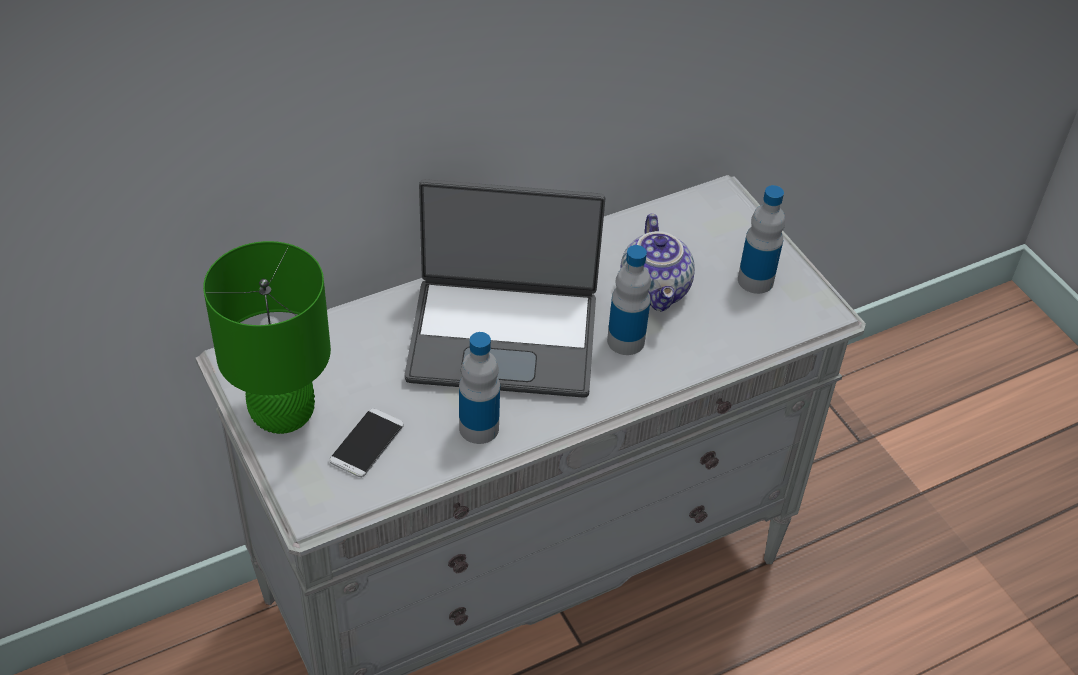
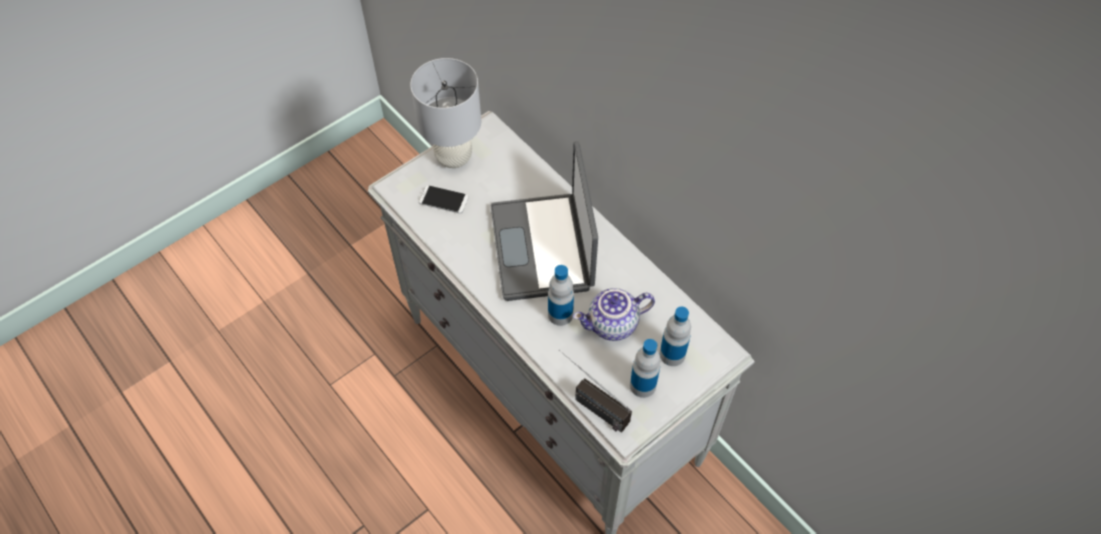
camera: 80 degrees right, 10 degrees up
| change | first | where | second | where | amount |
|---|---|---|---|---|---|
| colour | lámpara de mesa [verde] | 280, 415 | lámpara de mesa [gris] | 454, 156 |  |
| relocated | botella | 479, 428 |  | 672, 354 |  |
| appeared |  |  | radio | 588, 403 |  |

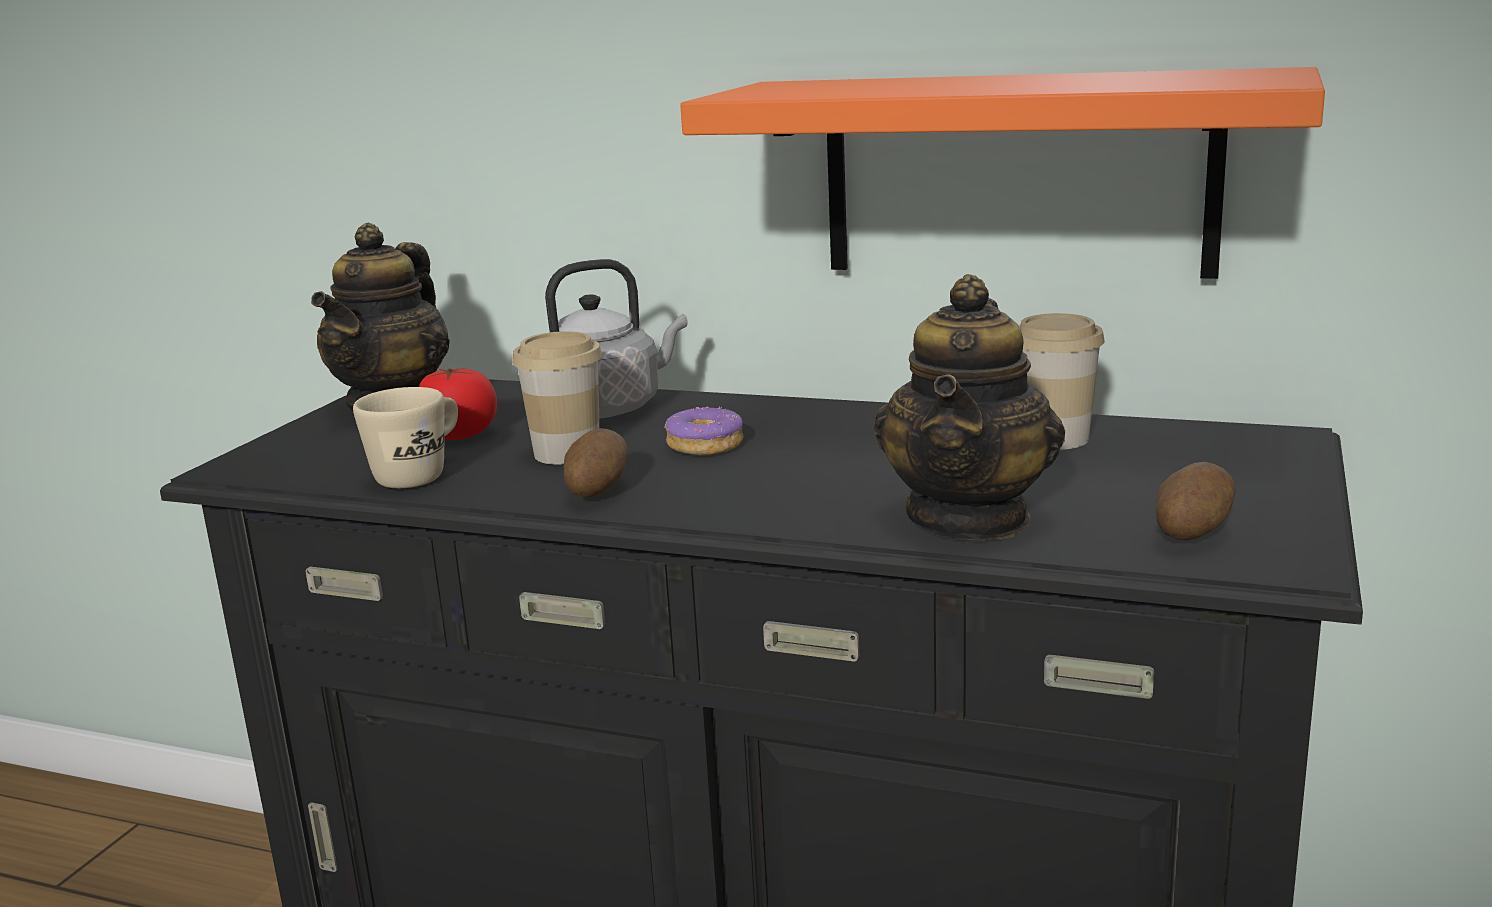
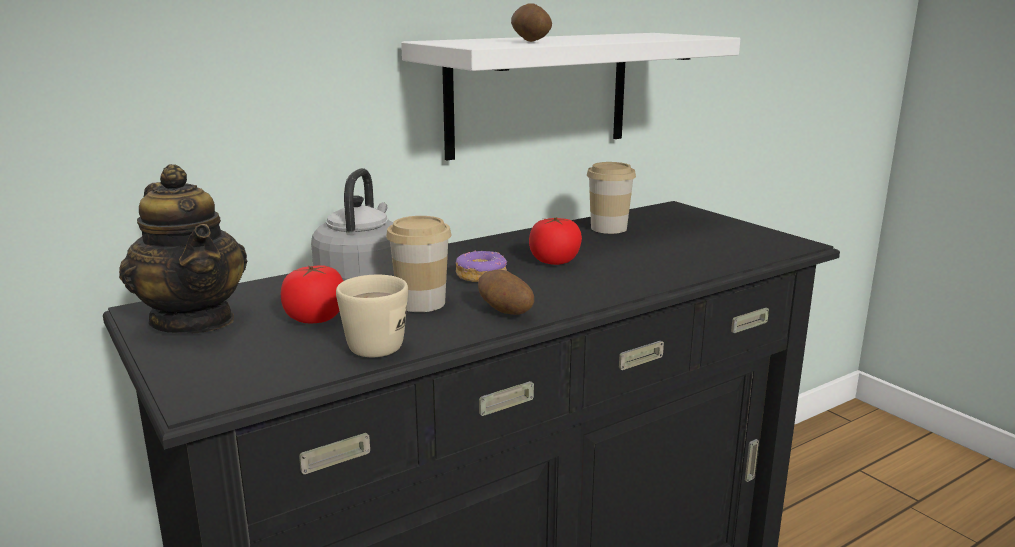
camera: 55 degrees left, 0 degrees up
| change | first | where | second | where | amount |
|---|---|---|---|---|---|
| colour | estante [naranja] | 1017, 175 | estante [blanco] | 539, 93 |  |
| missing | tetera | 969, 518 |  |  |  |
| relocated | patata | 1190, 534 |  | 530, 41 |  |
| appeared |  |  | tomate | 554, 261 |  |

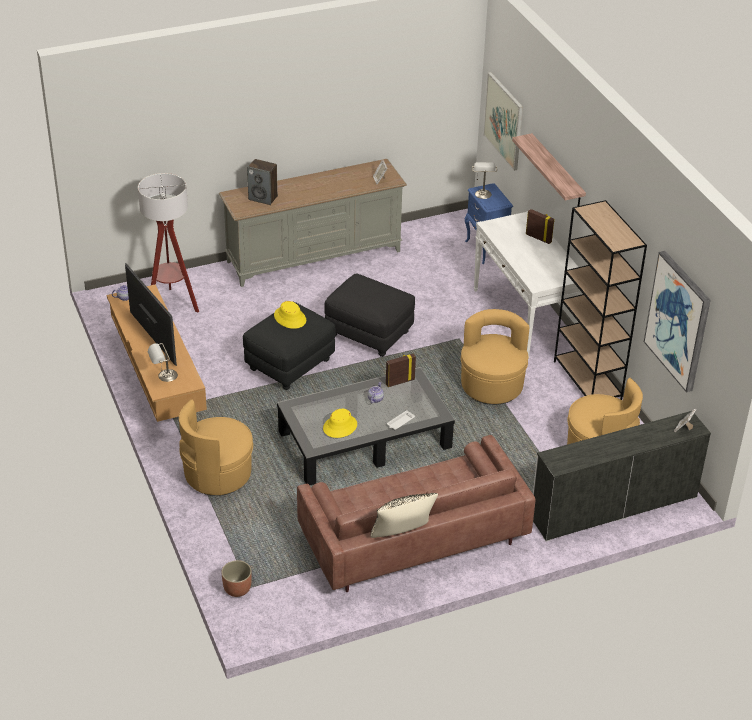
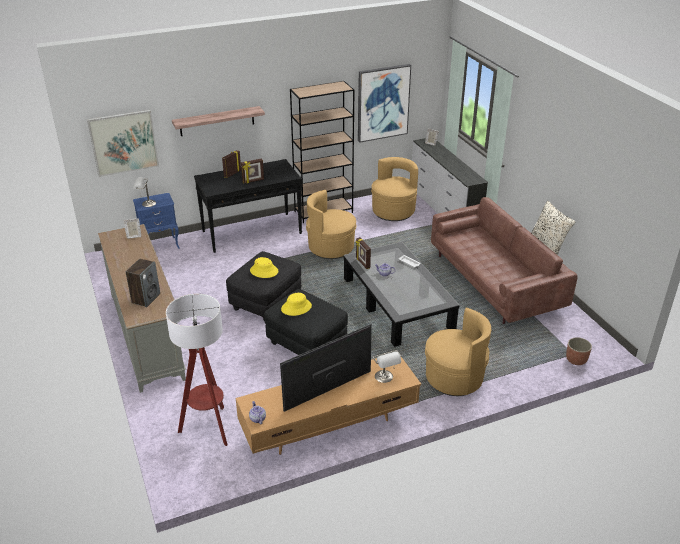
camera: 90 degrees left, 5 degrees down
| change | first | where | second | where | amount |
|---|---|---|---|---|---|
| colour | mesa consola [blanco] | 525, 318 | mesa consola [negro] | 252, 232 |  |
| spun | sillón [beis] | 218, 474 |  | 453, 378 | 60 degrees counterclockwise |
| relocated | sombrero [amarillo] | 340, 426 |  | 264, 271 |  |
| appeared |  |  | portarretratos | 253, 181 |  |

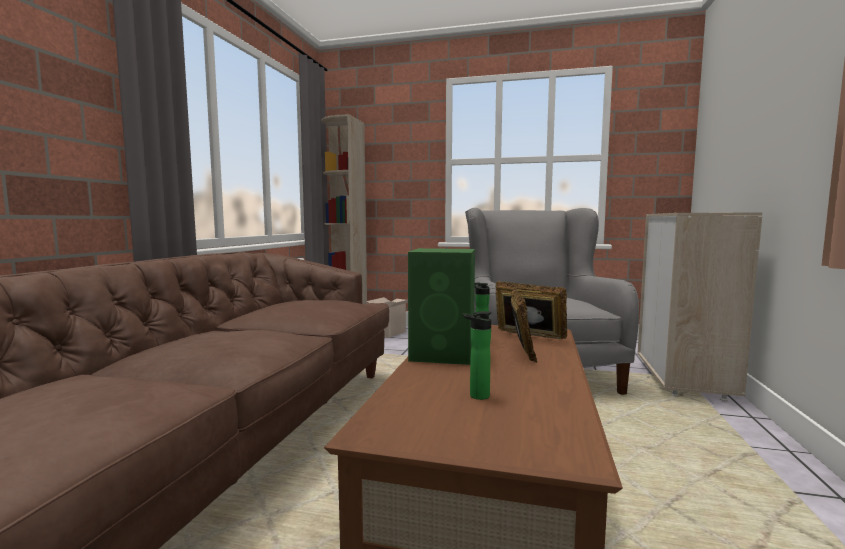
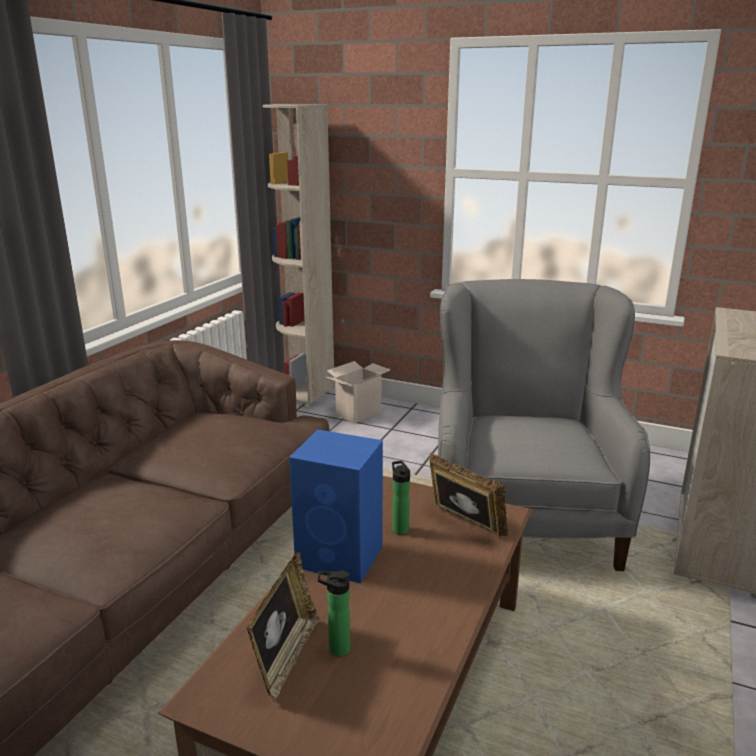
camera: 10 degrees right, 15 degrees up
| change | first | where | second | where | amount |
|---|---|---|---|---|---|
| colour | altavoz [verde] | 444, 354 | altavoz [azul] | 341, 557 |  |
| relocated | portarretratos | 521, 352 |  | 286, 657 |  |

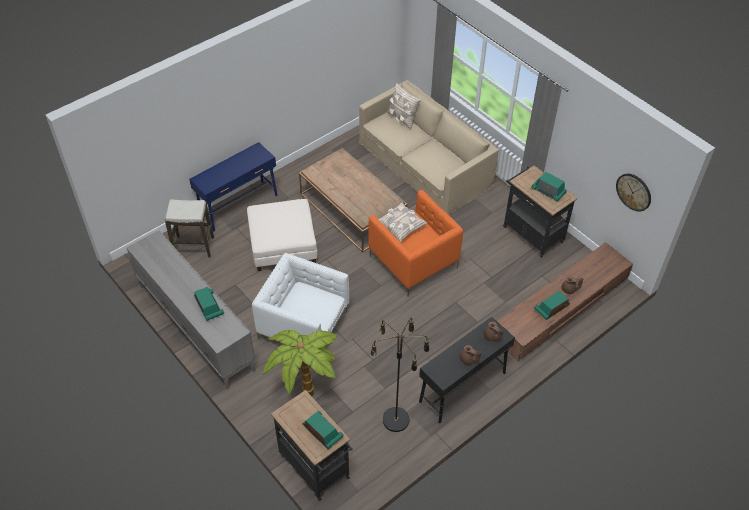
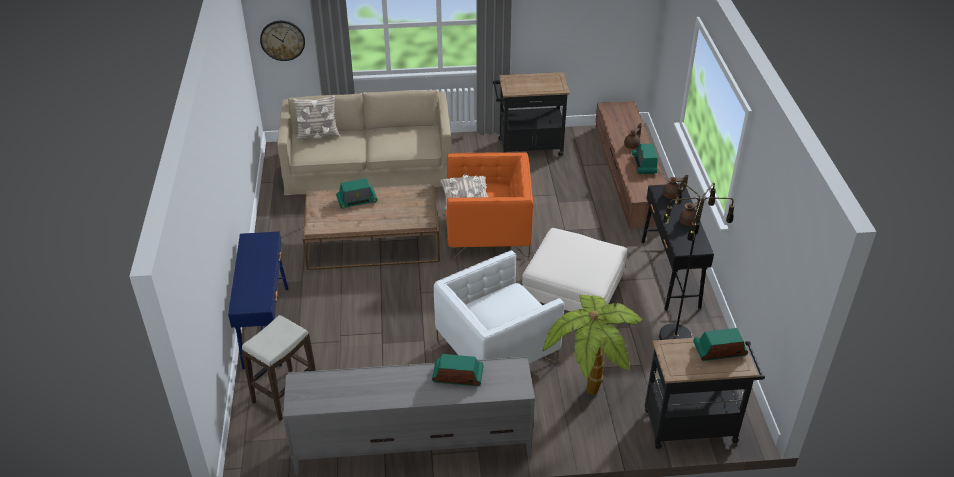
camera: 55 degrees left, 10 degrees down
| change | first | where | second | where | amount |
|---|---|---|---|---|---|
| relocated | radio | 548, 191 |  | 357, 200 |  |
| relocated | reloj de pared | 634, 192 |  | 282, 40 |  |
| relocated | puf [blanco] | 283, 245 |  | 573, 292 |  |

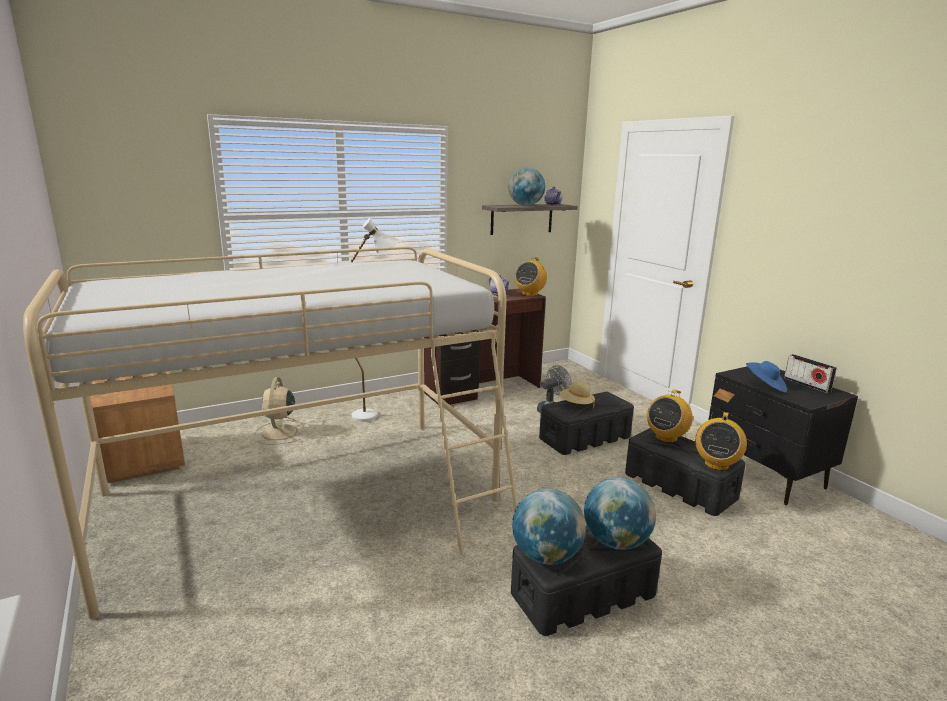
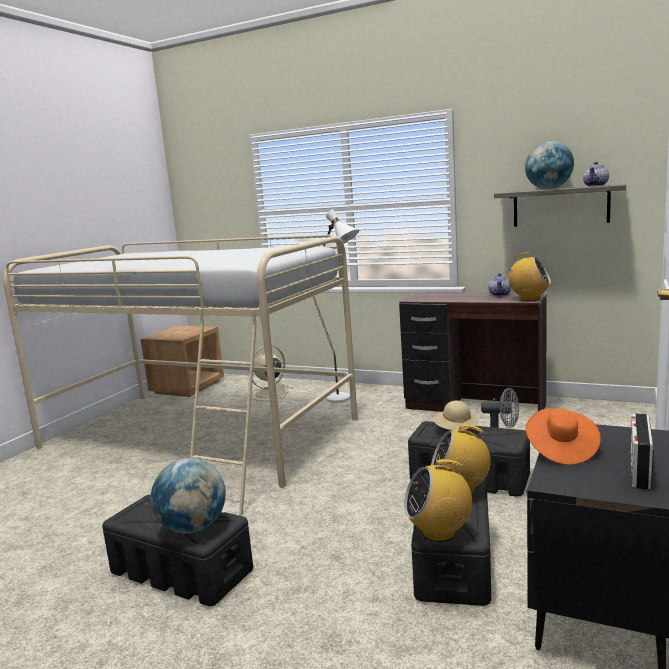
camera: 55 degrees right, 5 degrees down
| change | first | where | second | where | amount |
|---|---|---|---|---|---|
| spun | radio | 530, 294 |  | 529, 299 | 150 degrees counterclockwise |
| colour | sombrero [azul] | 765, 386 | sombrero [naranja] | 561, 450 |  |
| missing | globo terráqueo | 546, 556 |  |  |  |

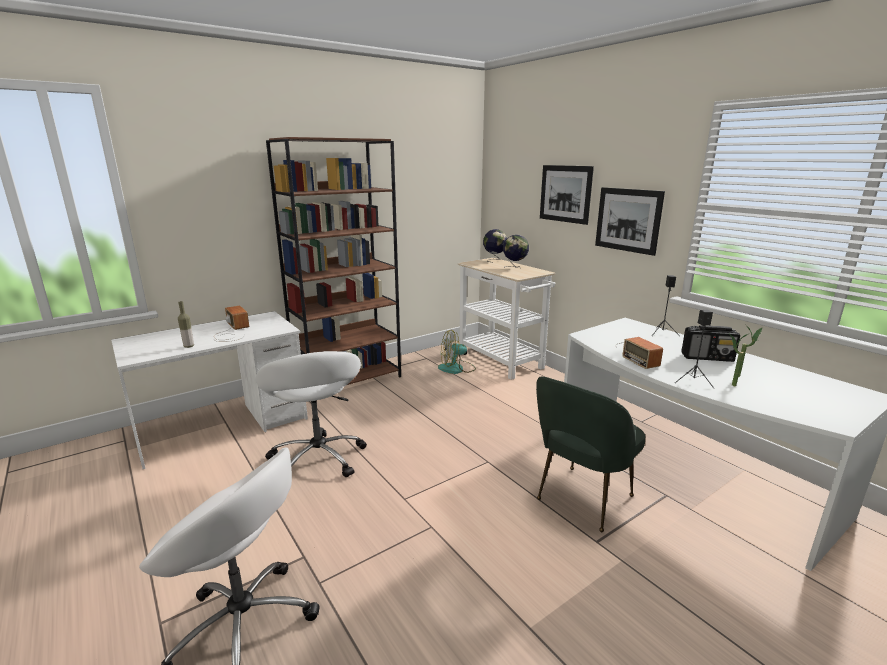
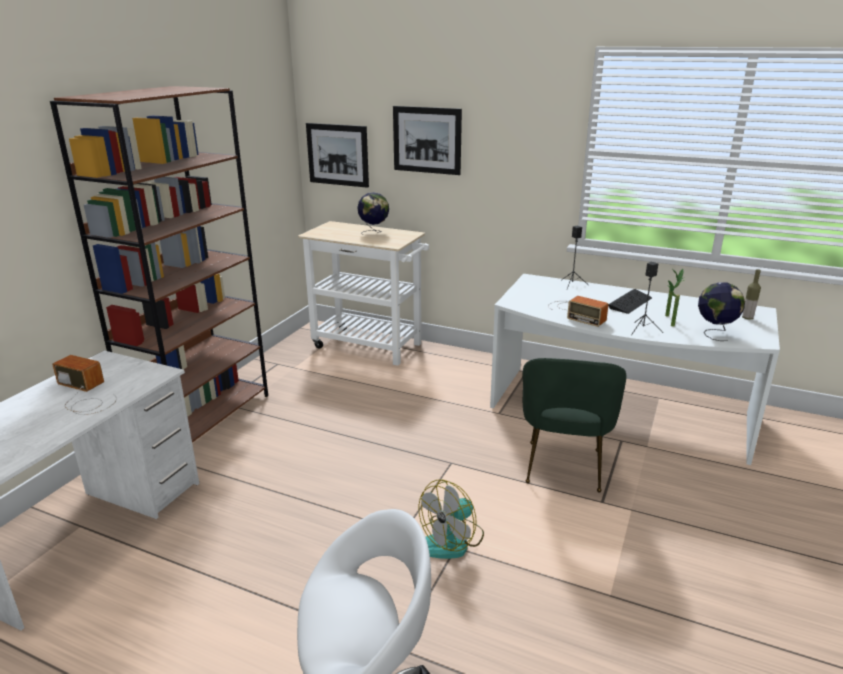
camera: 30 degrees left, 5 degrees up
| change | first | where | second | where | amount |
|---|---|---|---|---|---|
| relocated | cuadro | 628, 220 |  | 337, 155 |  |
| relocated | globo terráqueo | 494, 260 |  | 715, 333 |  |
| relocated | botella | 189, 346 |  | 747, 318 |  |
| exchanged | radio | 707, 357 | teclado | 630, 303 |  |
| relocated | ventilador | 457, 368 |  | 452, 541 |  |
| missing | silla de oficina [blanco] | 318, 460 |  |  |  |

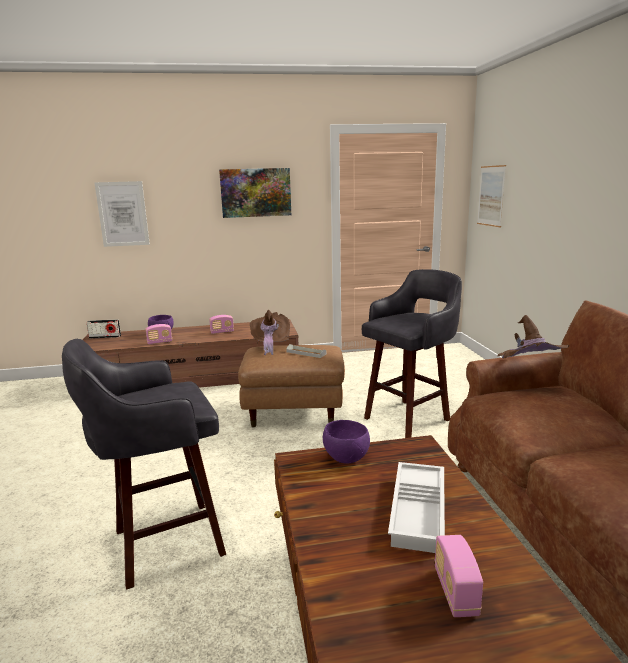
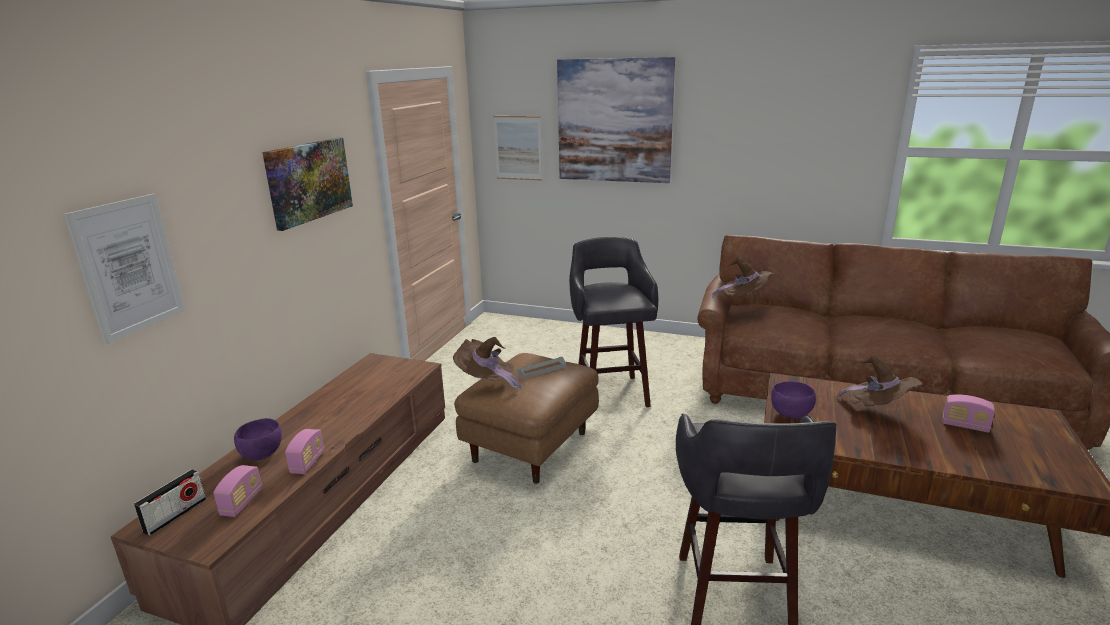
camera: 60 degrees left, 5 degrees up
| change | first | where | second | where | amount |
|---|---|---|---|---|---|
| relocated | radio | 222, 332 |  | 242, 503 |  |
| exchanged | bandeja [blanco] | 420, 511 | sombrero [marrón] | 878, 410 |  |
| appeared |  |  | cuadro | 614, 121 |  |

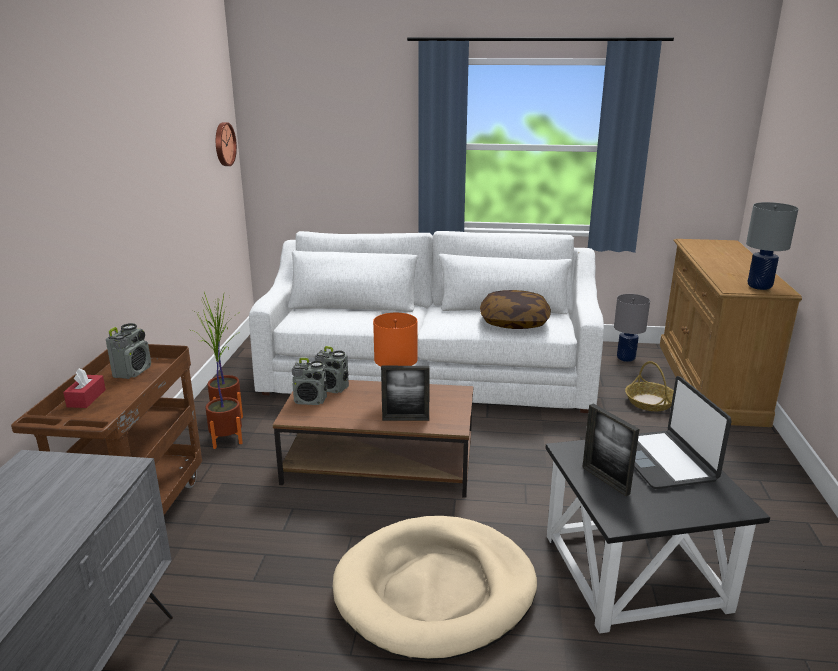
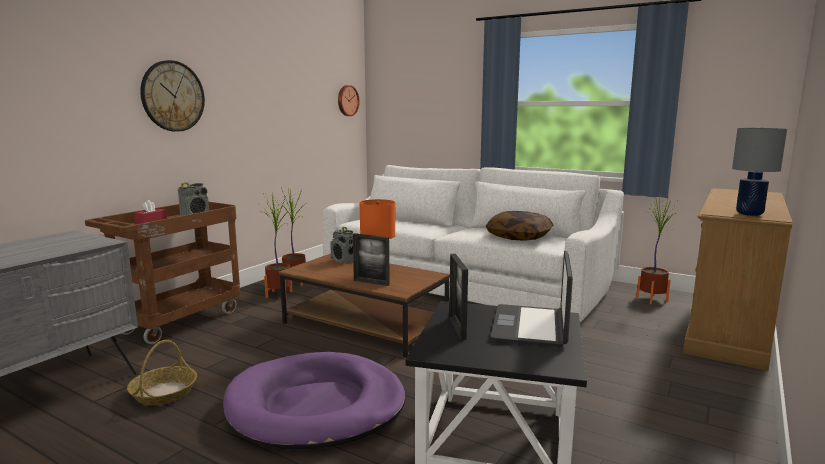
camera: 25 degrees right, 10 degrees down
| change | first | where | second | where | amount |
|---|---|---|---|---|---|
| exchanged | lámpara de mesa [gris] | 626, 359 | planta en maceta | 652, 299 |  |
| missing | radio | 310, 400 |  |  |  |
| relocated | cesta | 649, 402 |  | 164, 392 |  |
| colour | cama para perro [beis] | 435, 590 | cama para perro [morado] | 316, 406 |  |
| appeared |  |  | reloj de pared | 173, 96 |  |

